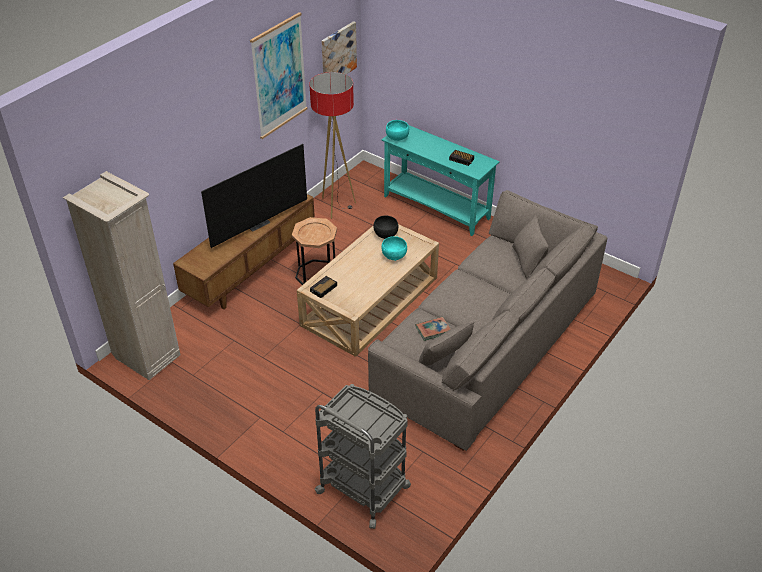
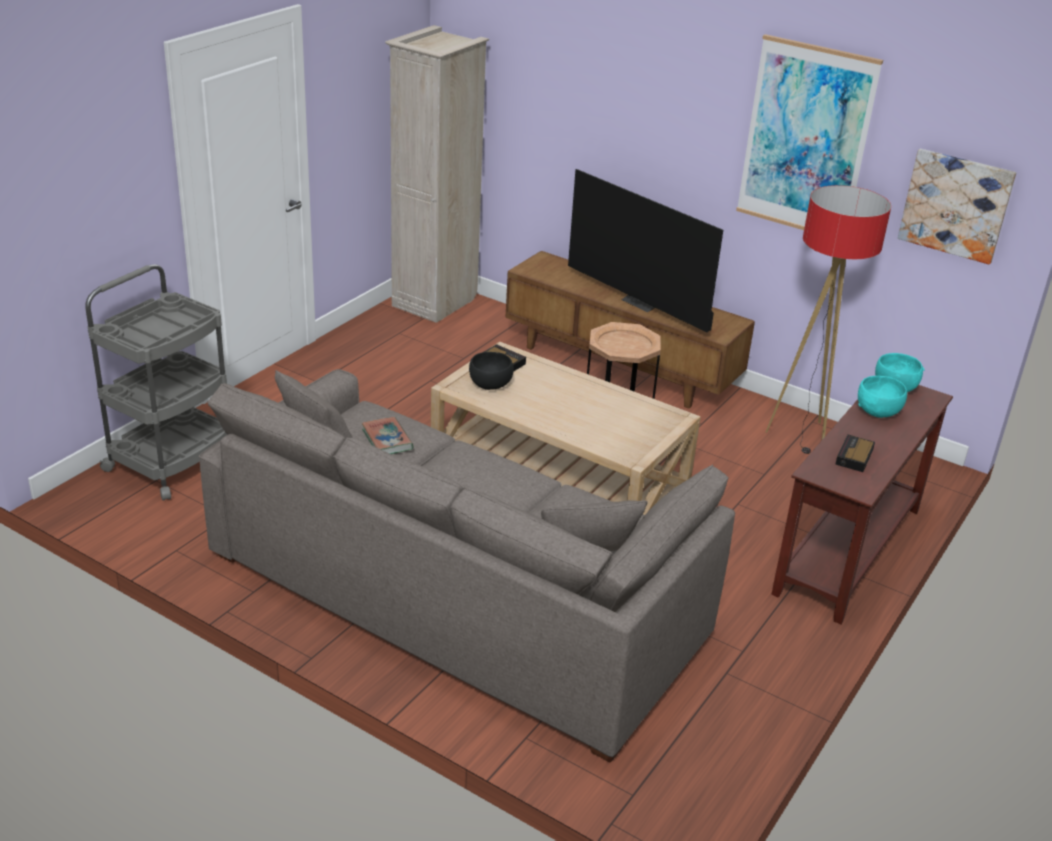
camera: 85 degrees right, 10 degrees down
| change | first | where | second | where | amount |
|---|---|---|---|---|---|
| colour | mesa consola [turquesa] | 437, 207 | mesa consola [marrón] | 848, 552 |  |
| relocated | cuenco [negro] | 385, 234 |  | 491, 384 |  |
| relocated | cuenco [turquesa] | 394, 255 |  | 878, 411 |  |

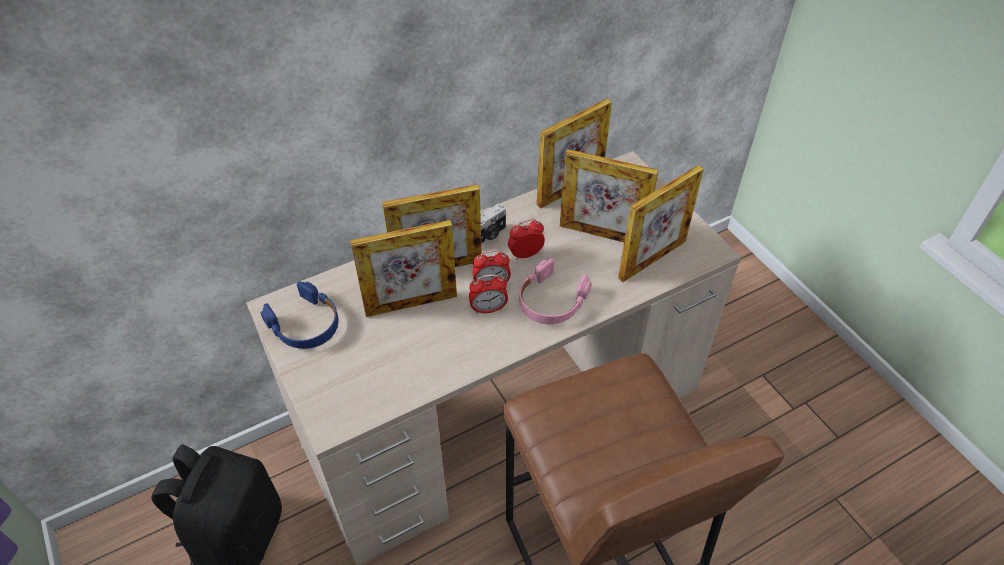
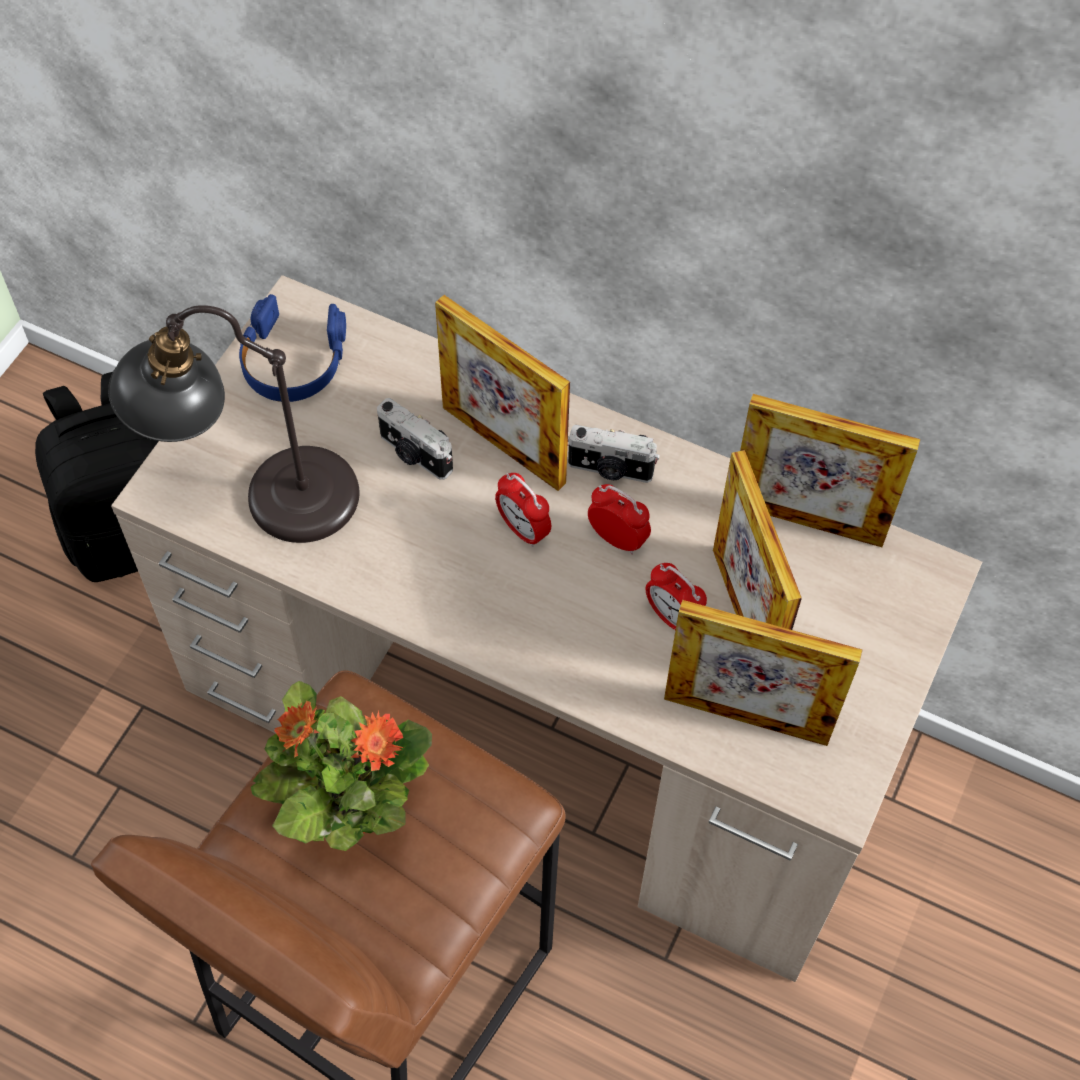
camera: 55 degrees right, 10 degrees up
| change | first | where | second | where | amount |
|---|---|---|---|---|---|
| exchanged | portarretratos | 411, 304 | cámara | 414, 454 |  |
| missing | auriculares [rosa] | 551, 300 |  |  |  |
| relocated | despertador | 488, 309 |  | 673, 618 |  |
| appeared |  |  | lámpara de mesa [gris] | 254, 492 |  |
| appeared |  |  | planta en maceta | 350, 809 |  |

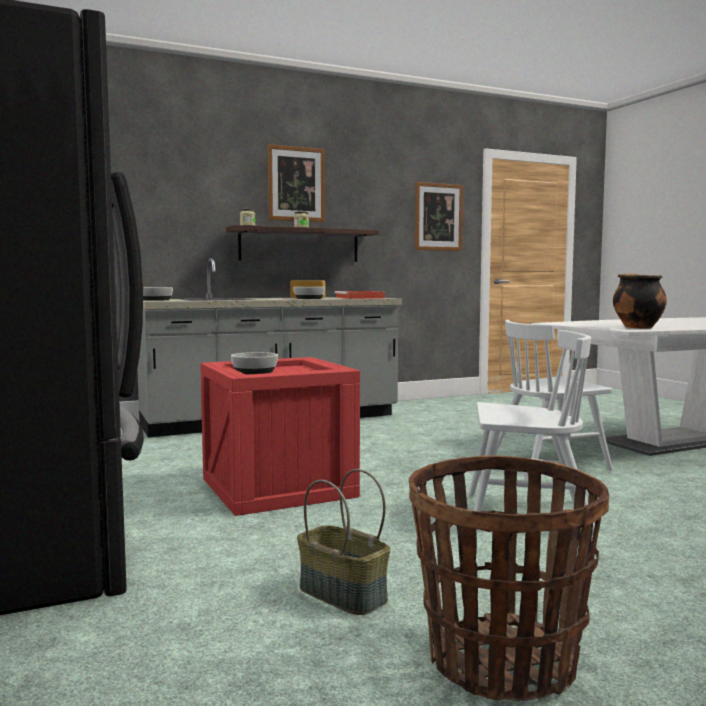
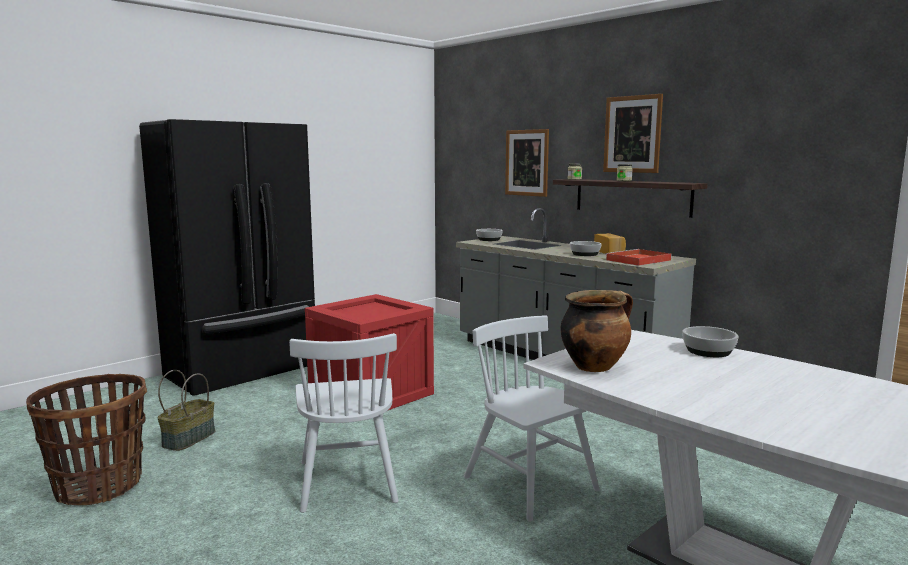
camera: 70 degrees right, 5 degrees up
| change | first | where | second | where | amount |
|---|---|---|---|---|---|
| relocated | cuadro | 438, 217 |  | 527, 163 |  |
| relocated | cuenco | 255, 371 |  | 709, 351 |  |

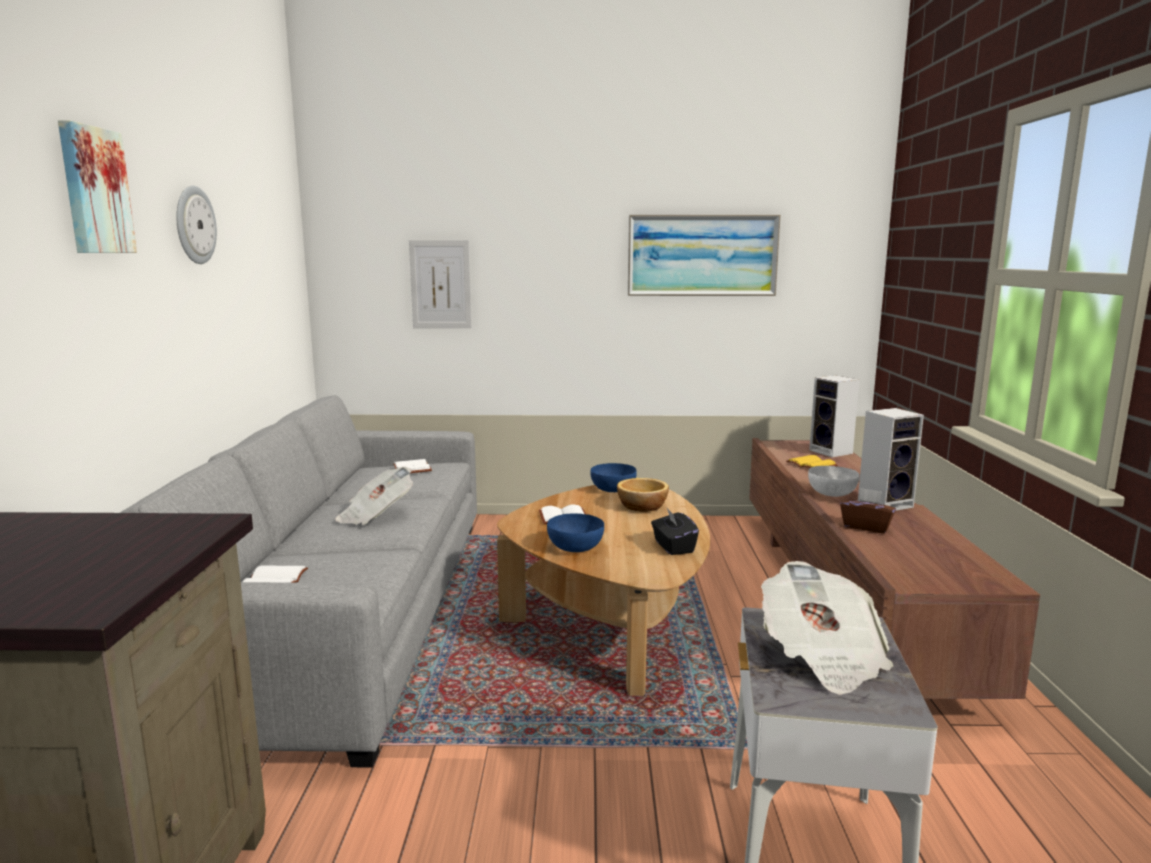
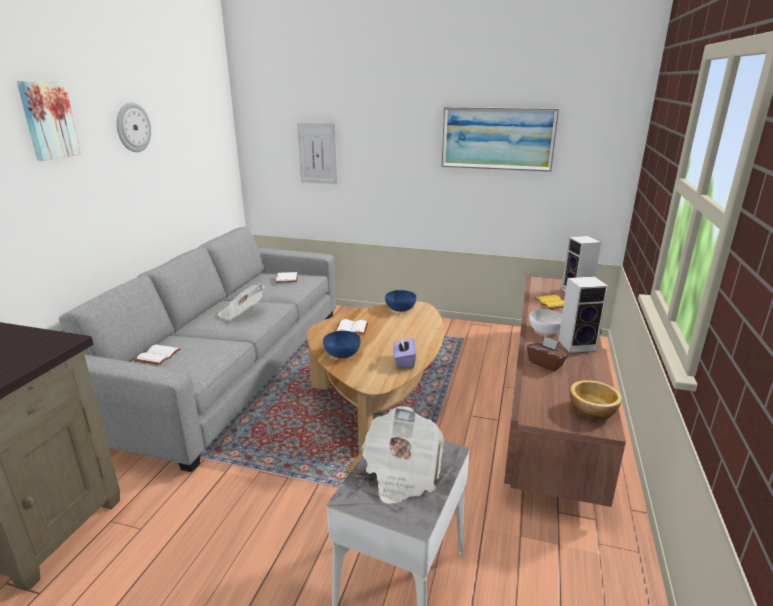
camera: 15 degrees right, 10 degrees up
| change | first | where | second | where | amount |
|---|---|---|---|---|---|
| relocated | cuenco | 643, 506 |  | 593, 410 |  |
| colour | caja de pañuelos [negro] | 673, 547 | caja de pañuelos [morado] | 404, 361 |  |

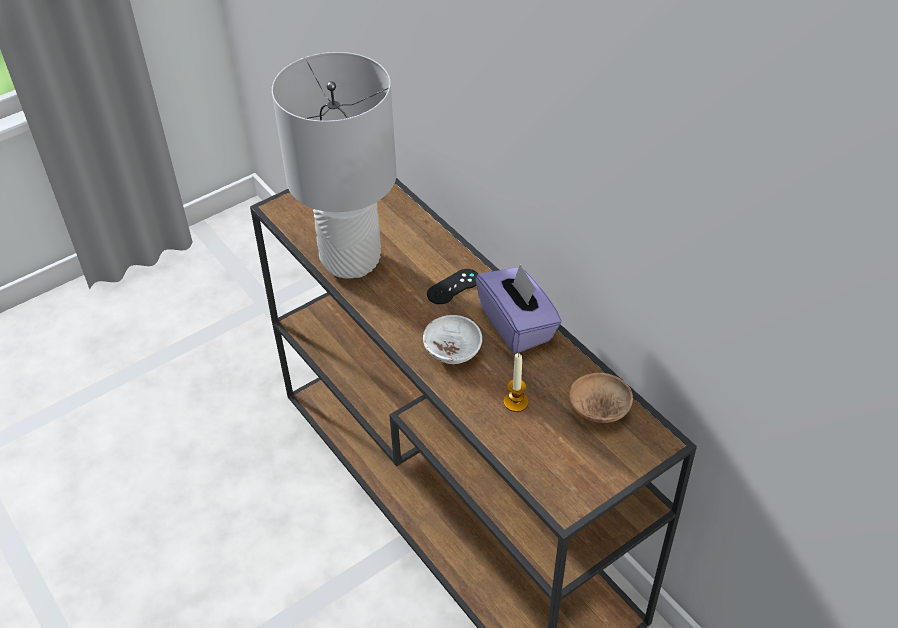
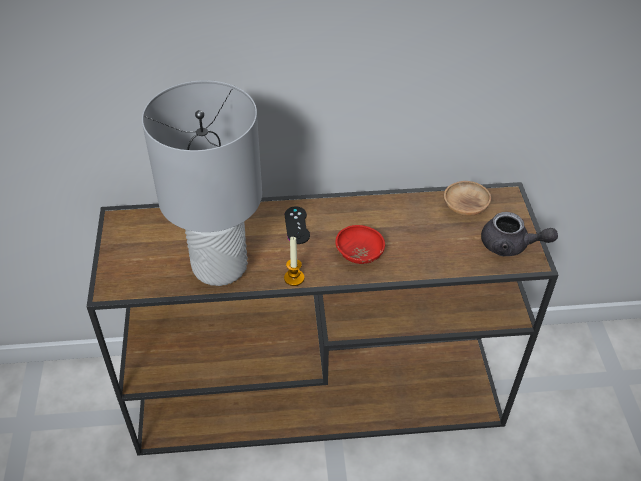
camera: 60 degrees left, 0 degrees up
| change | first | where | second | where | amount |
|---|---|---|---|---|---|
| missing | caja de pañuelos [morado] | 517, 325 |  |  |  |
| colour | cuenco [blanco] | 452, 351 | cuenco [rojo] | 359, 254 |  |
| relocated | vela | 516, 402 |  | 294, 278 |  |
| appeared |  |  | tetera [gris] | 510, 246 |  |

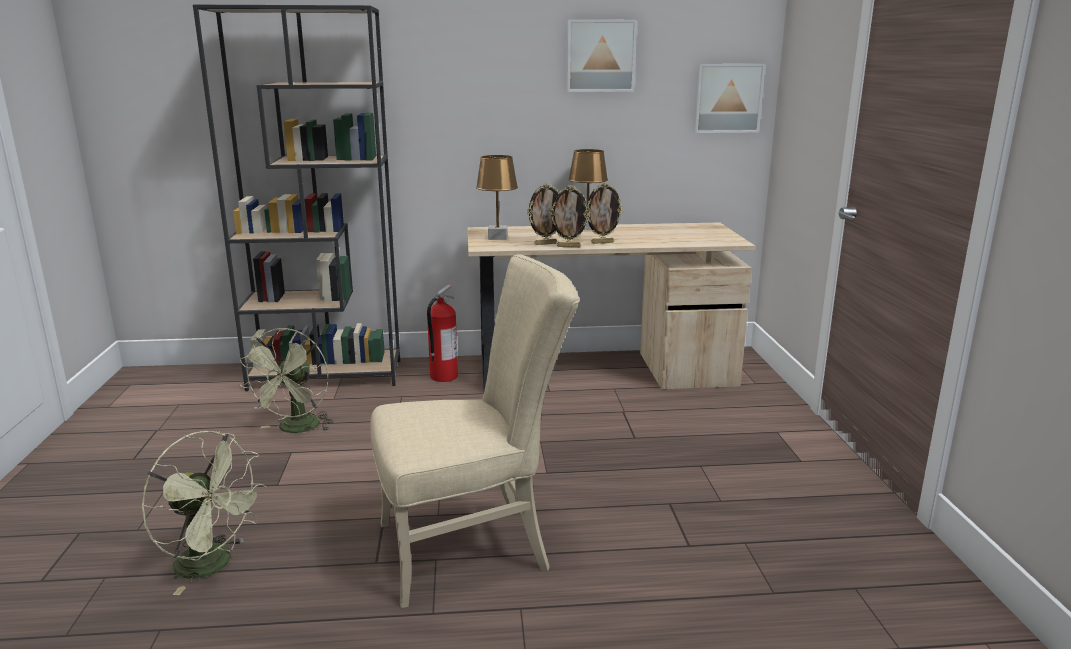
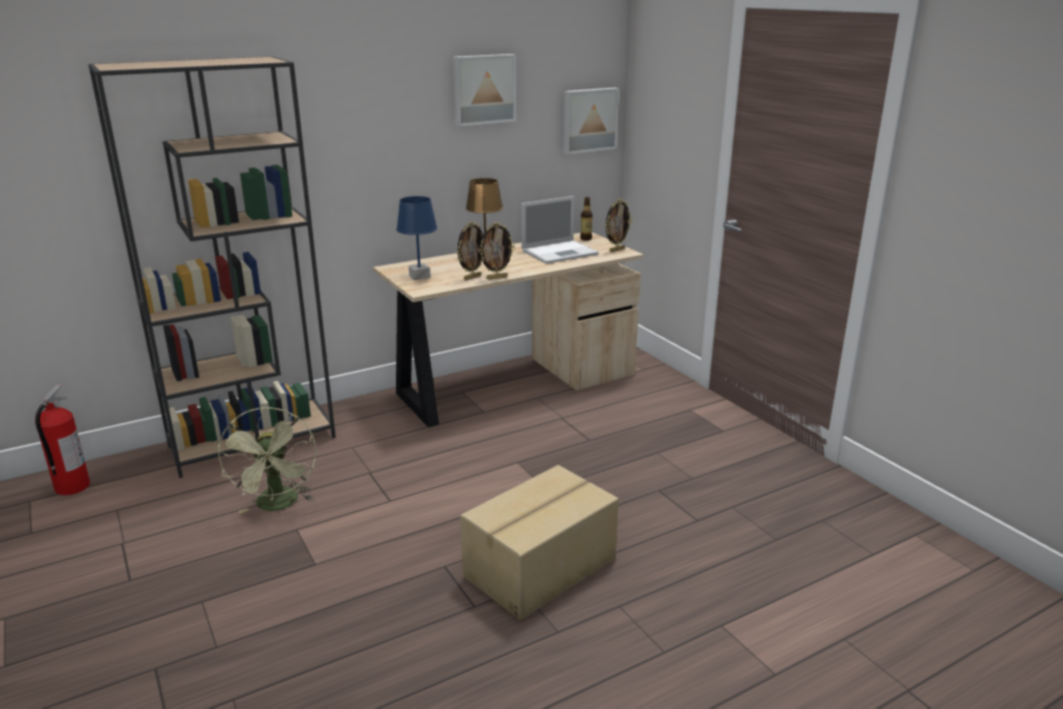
camera: 25 degrees left, 5 degrees up
| change | first | where | second | where | amount |
|---|---|---|---|---|---|
| colour | lámpara de mesa [marrón] | 498, 237 | lámpara de mesa [azul] | 420, 276 |  |
| relocated | portarretratos | 602, 242 |  | 616, 250 |  |
| exchanged | silla [beis] | 474, 546 | caja de cartón | 542, 568 |  |
| relocated | extintor | 443, 377 |  | 71, 487 |  |
| missing | ventilador [verde] | 213, 565 |  |  |  |
| appeared |  |  | portátil | 560, 252 |  |
| appeared |  |  | botella | 586, 239 |  |

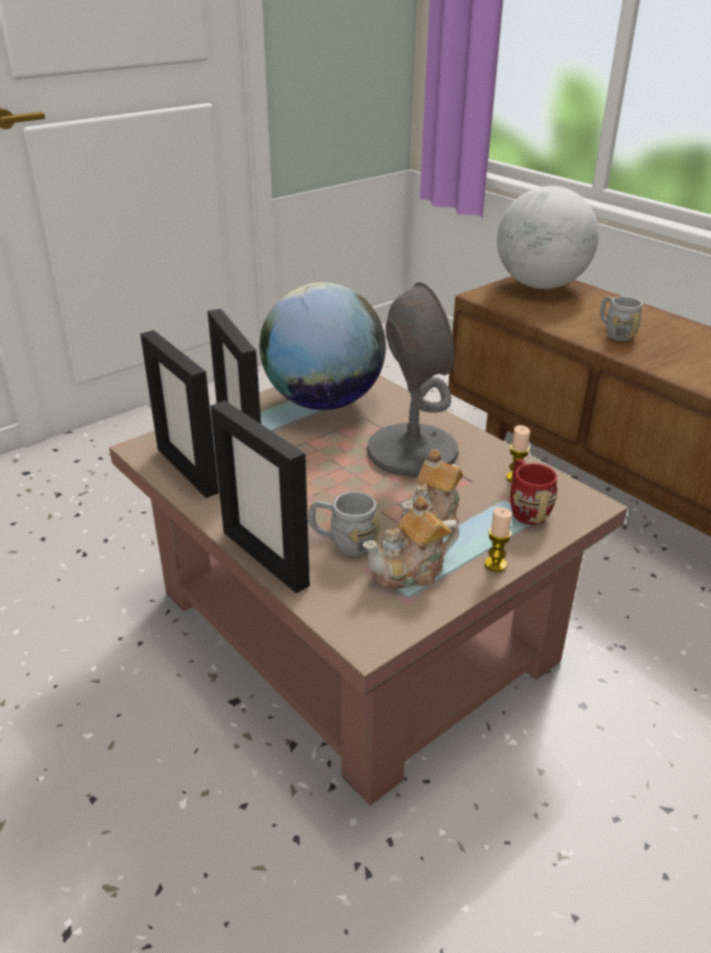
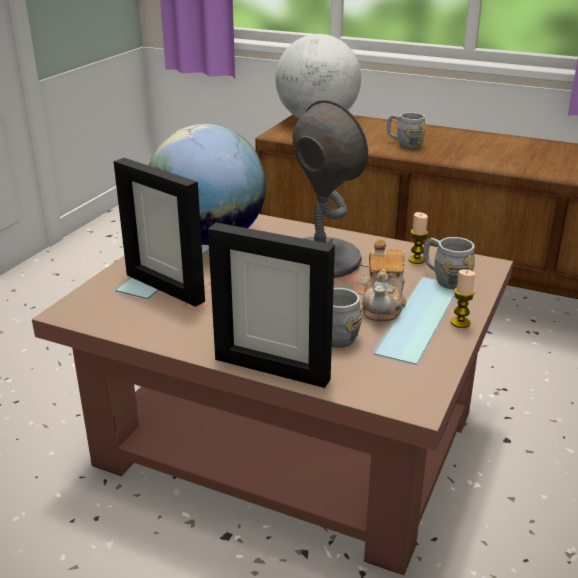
camera: 25 degrees left, 5 degrees down
| change | first | where | second | where | amount |
|---|---|---|---|---|---|
| missing | portarretratos | 189, 469 |  |  |  |
| colour | taza grande [rojo] | 525, 508 | taza grande [gris] | 445, 279 |  |
| missing | tetera | 410, 571 |  |  |  |

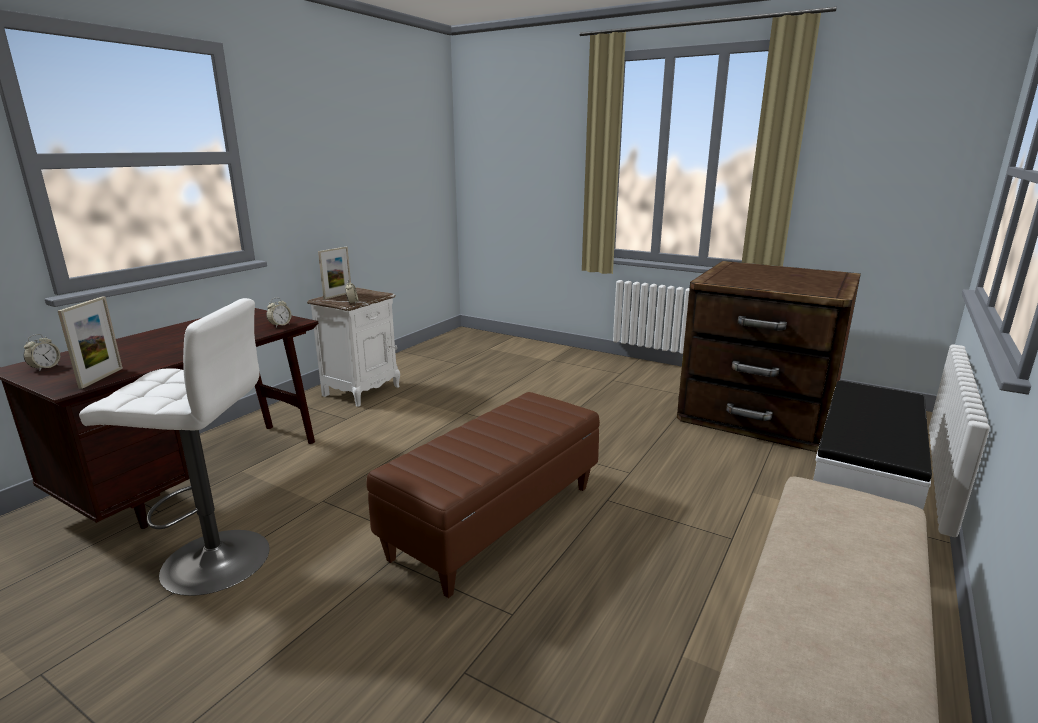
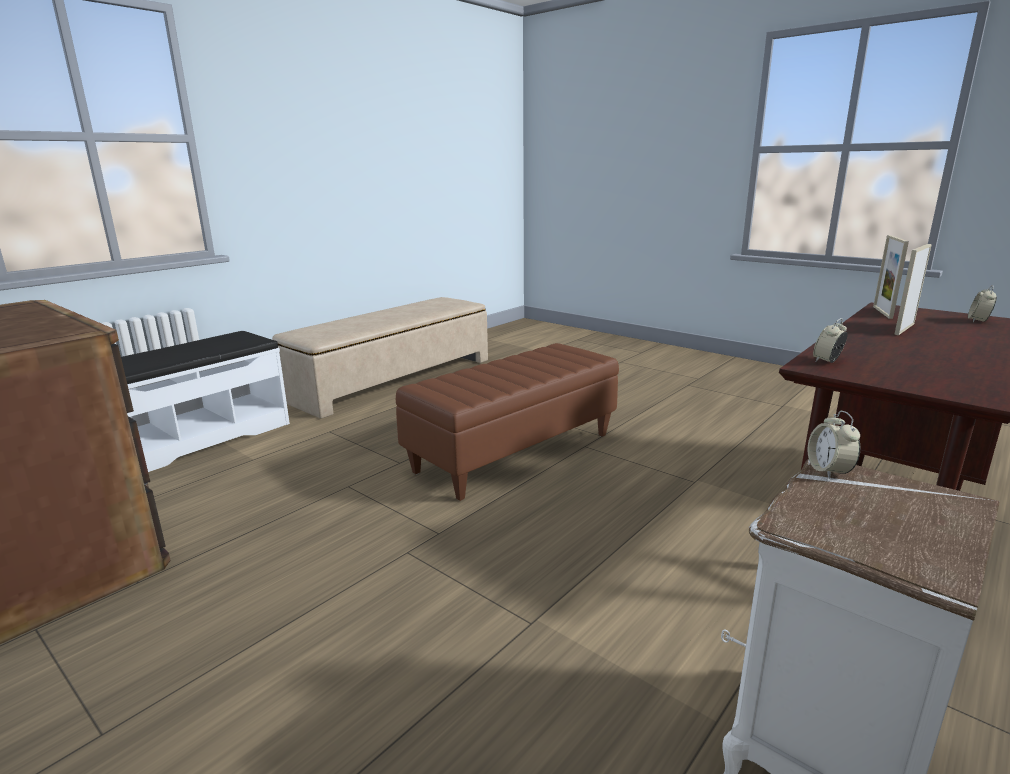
camera: 170 degrees left, 0 degrees up
| change | first | where | second | where | amount |
|---|---|---|---|---|---|
| relocated | portarretratos | 338, 295 |  | 904, 329 |  |
| missing | taburete [blanco] | 216, 562 |  |  |  |

